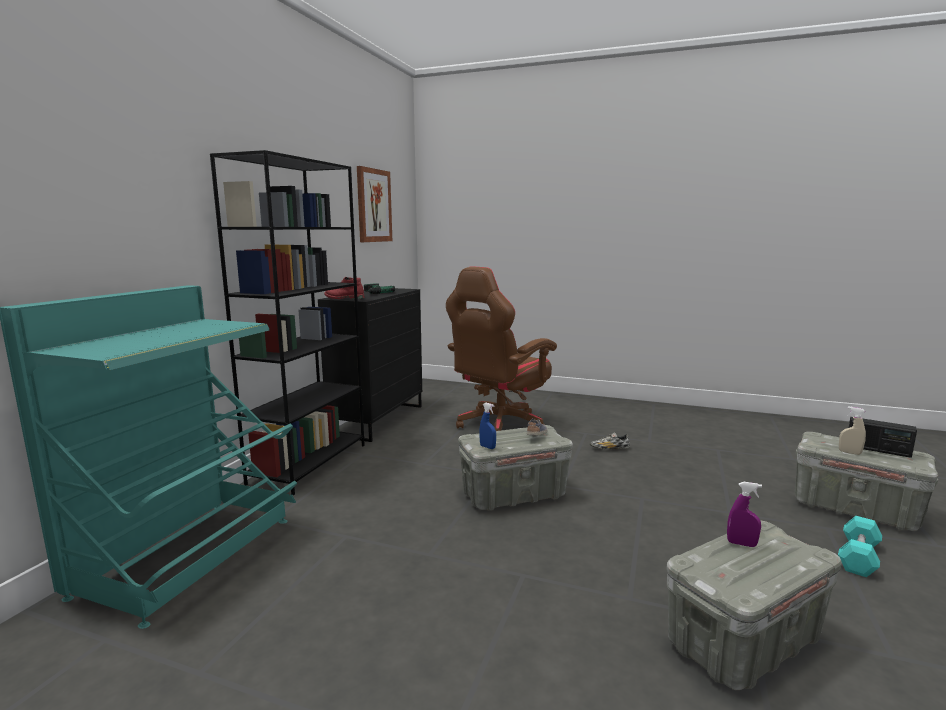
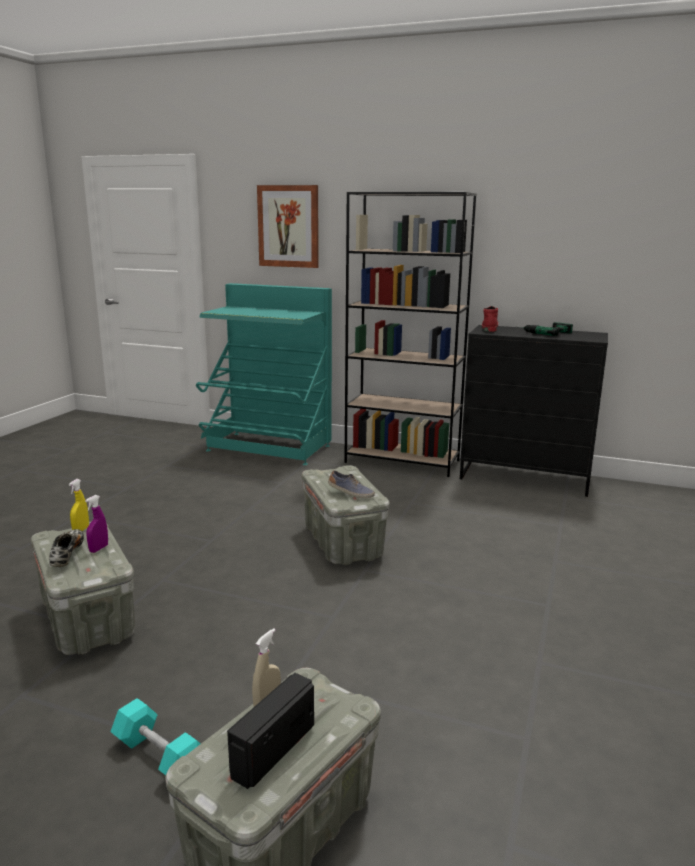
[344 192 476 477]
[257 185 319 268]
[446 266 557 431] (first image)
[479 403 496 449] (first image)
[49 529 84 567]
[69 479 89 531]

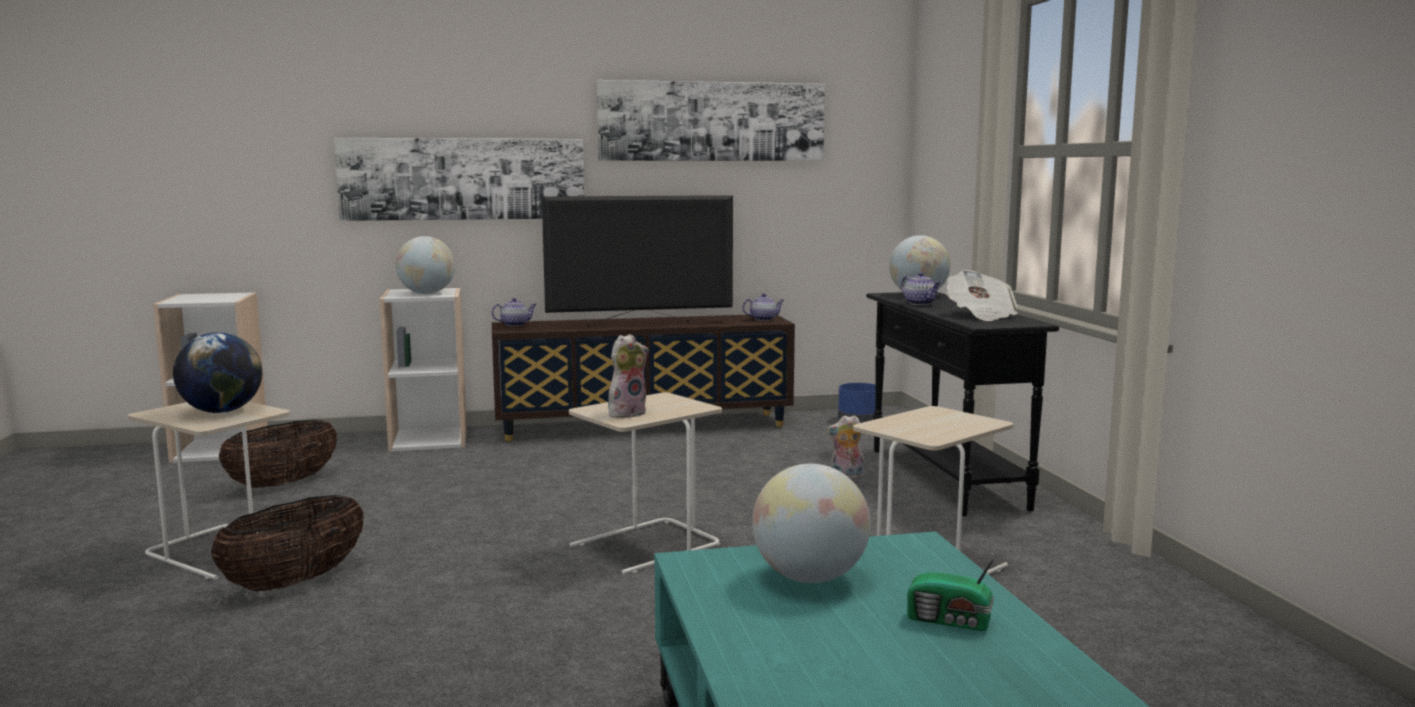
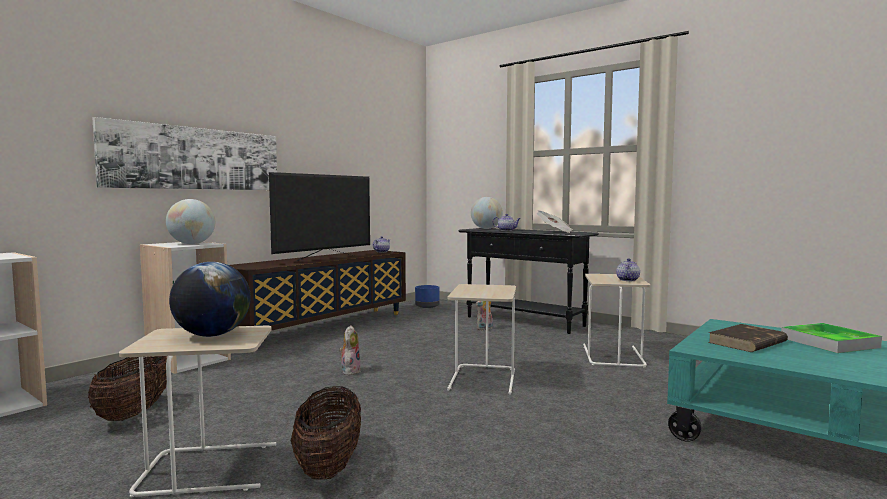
[616 258 640 281]
[597 80 825 161] (first image)
[339 326 361 375]
[708 324 788 352]
[781 323 882 353]

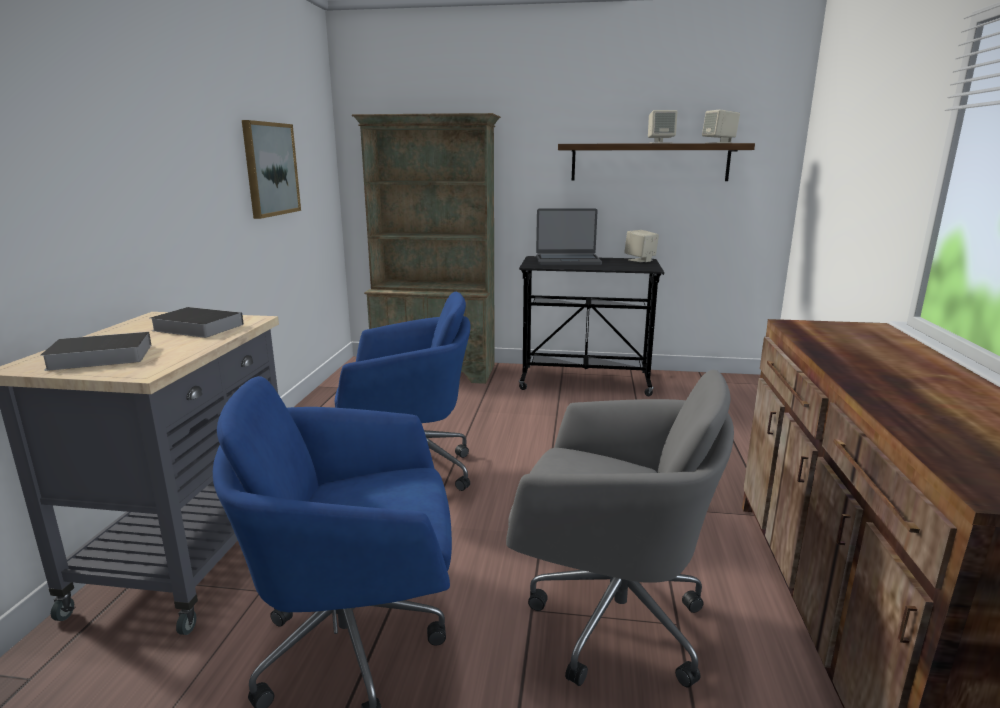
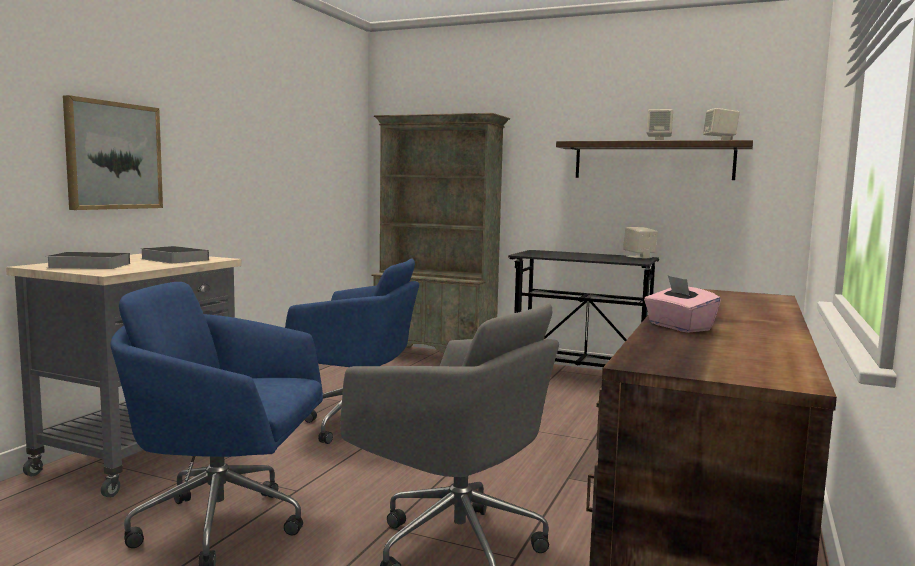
[63 95 163 210]
[536 208 602 265] (first image)
[644 275 721 333]

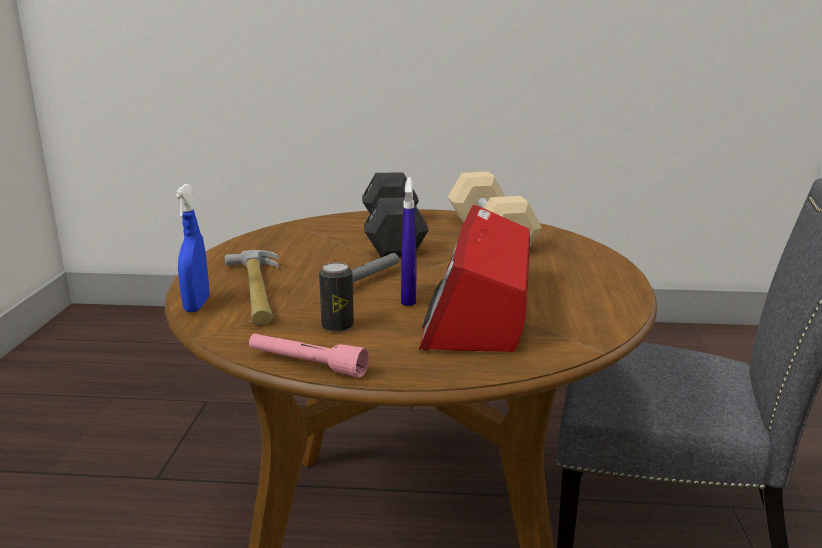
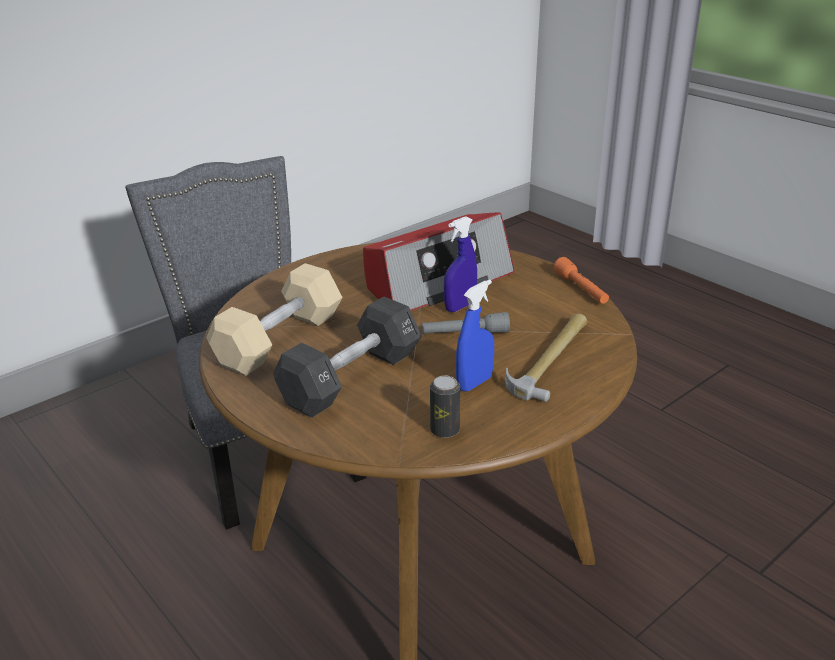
[456 279 494 392]
[553 257 609 303]
[430 376 460 438]

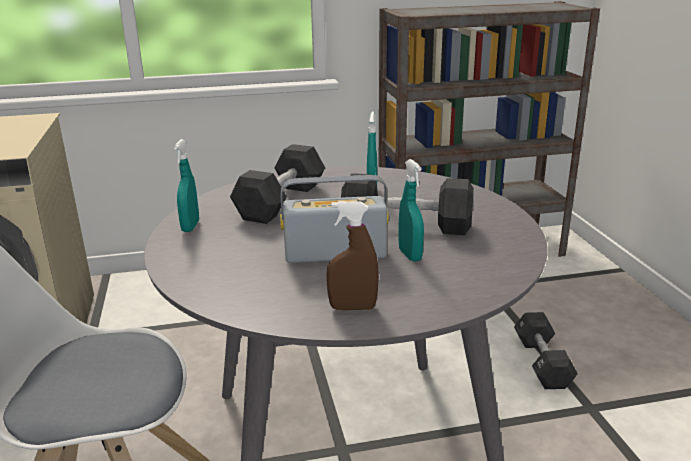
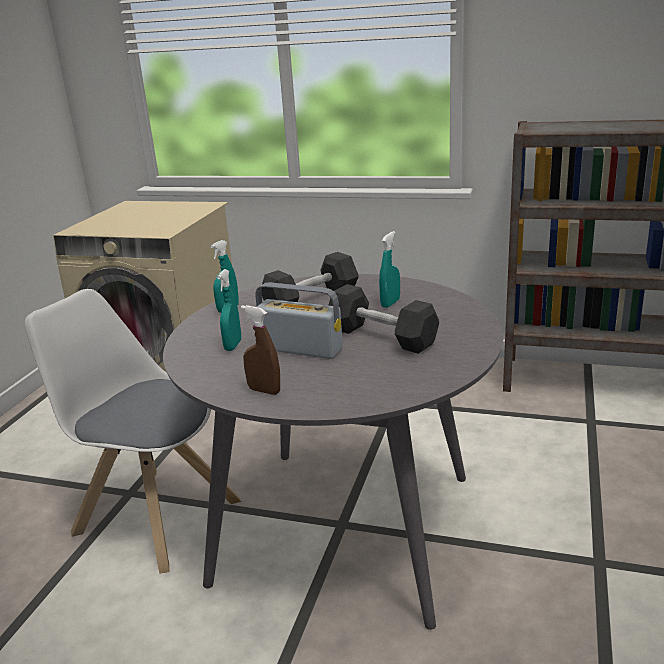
[217 269 241 351]
[514 312 578 389] (first image)

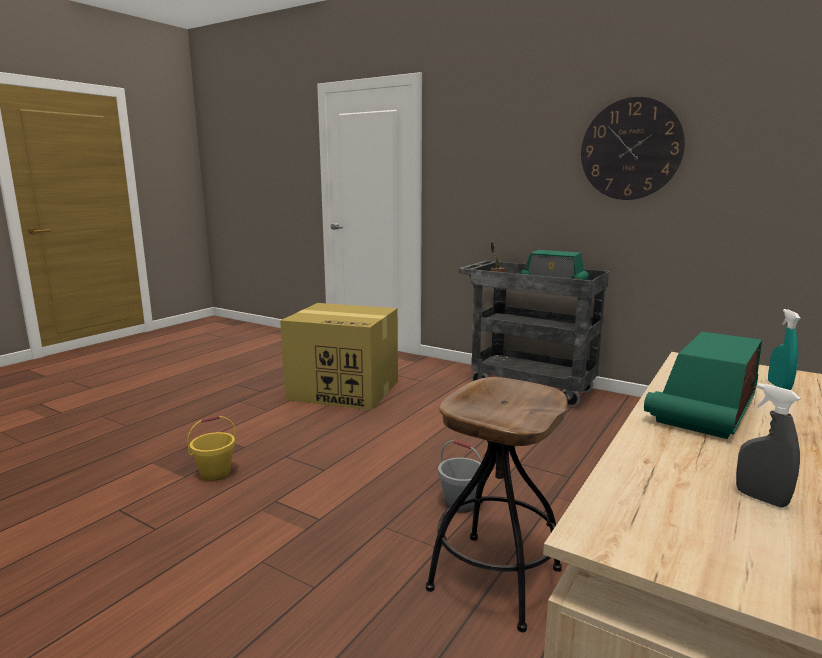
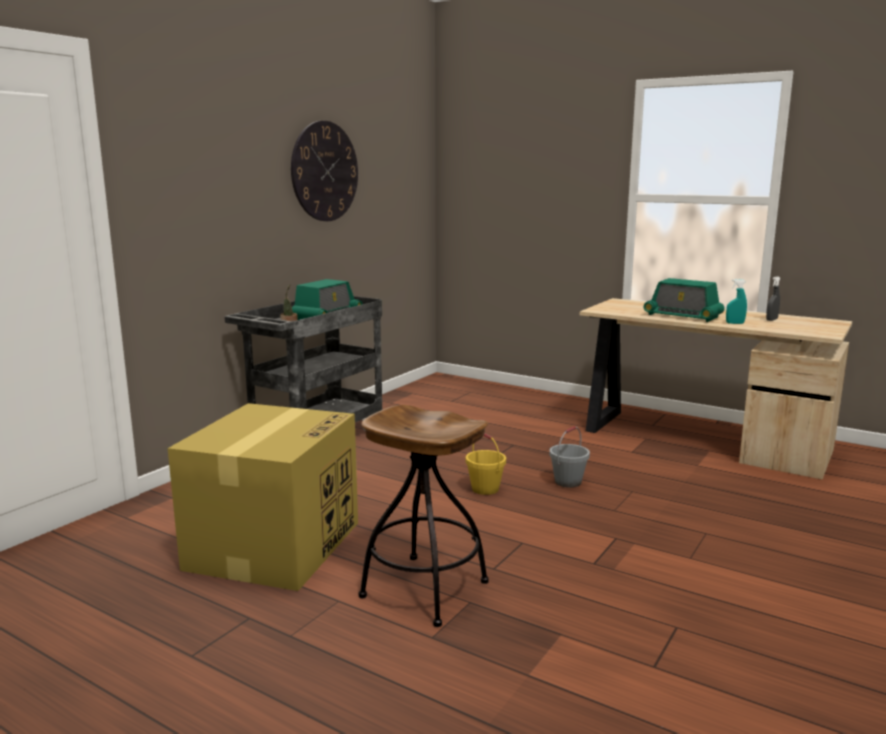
[466 433 506 495]
[359 405 489 627]
[726 279 747 324]

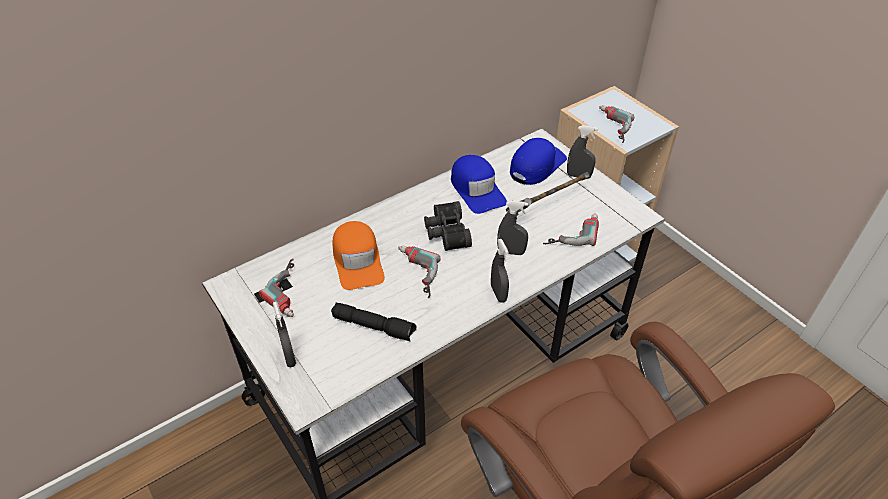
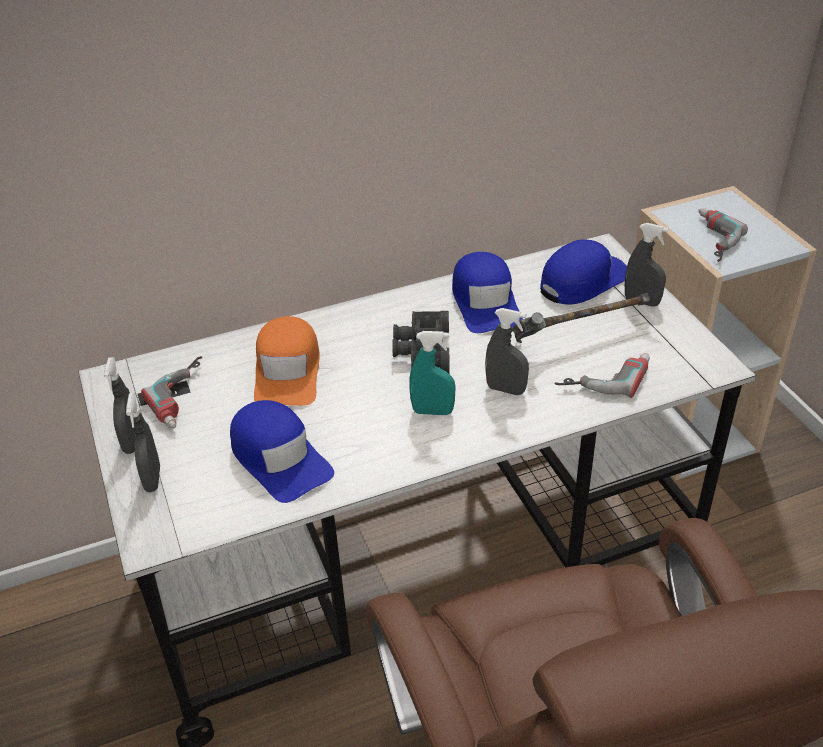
[230 400 334 503]
[398 246 441 298] (first image)
[104 357 135 454]
[409 331 455 415]

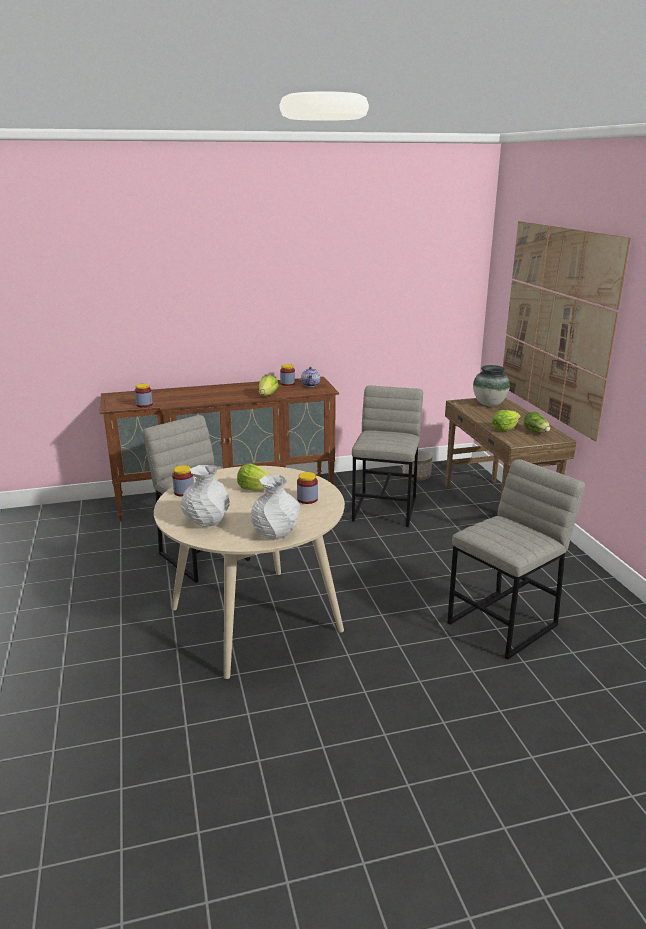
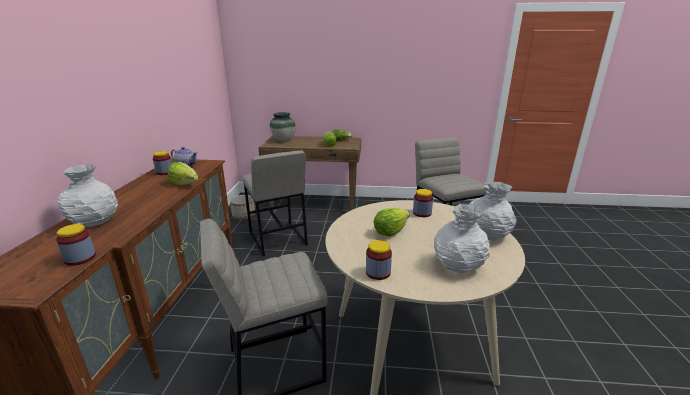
[242 150 308 256]
[503 221 631 441] (first image)
[58 164 118 227]

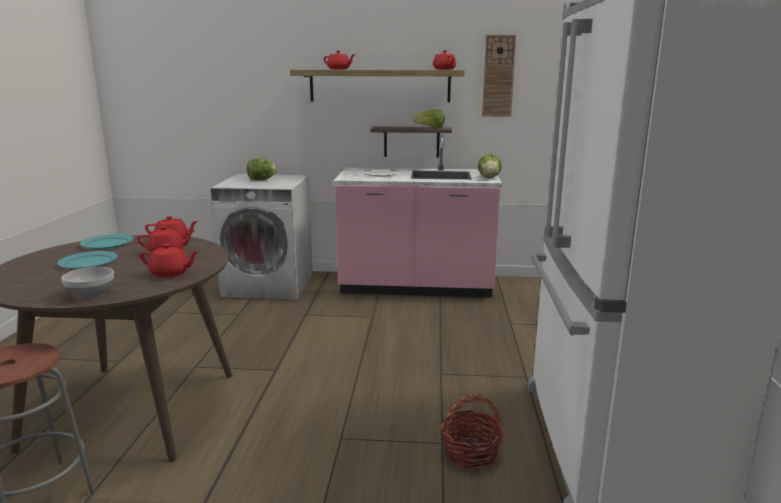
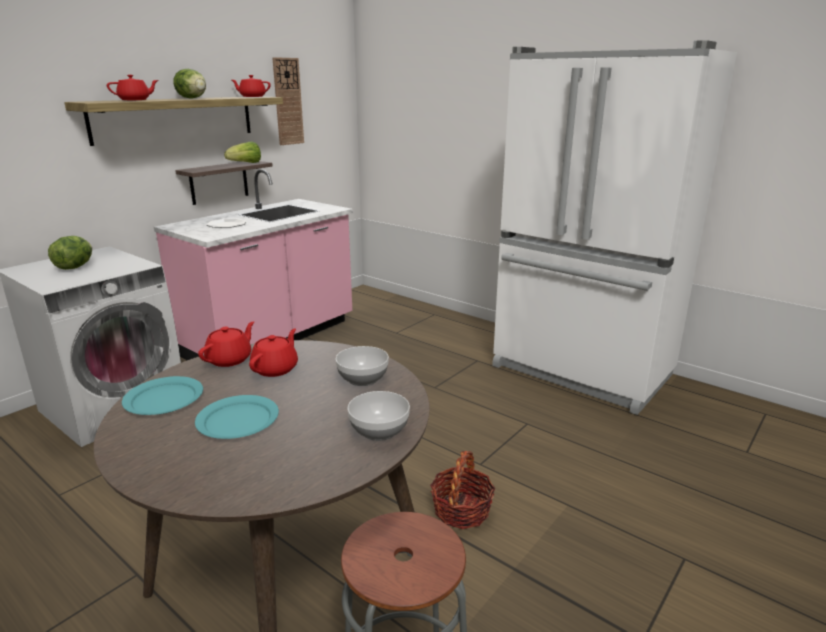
[336 346 389 386]
[430 451 496 529]
[173 69 206 99]

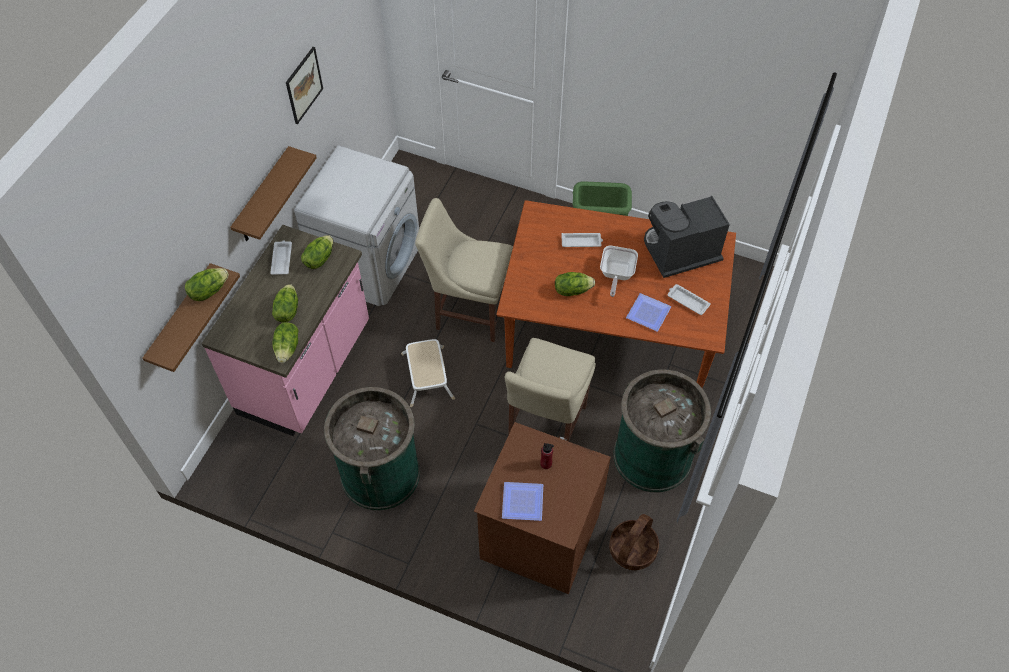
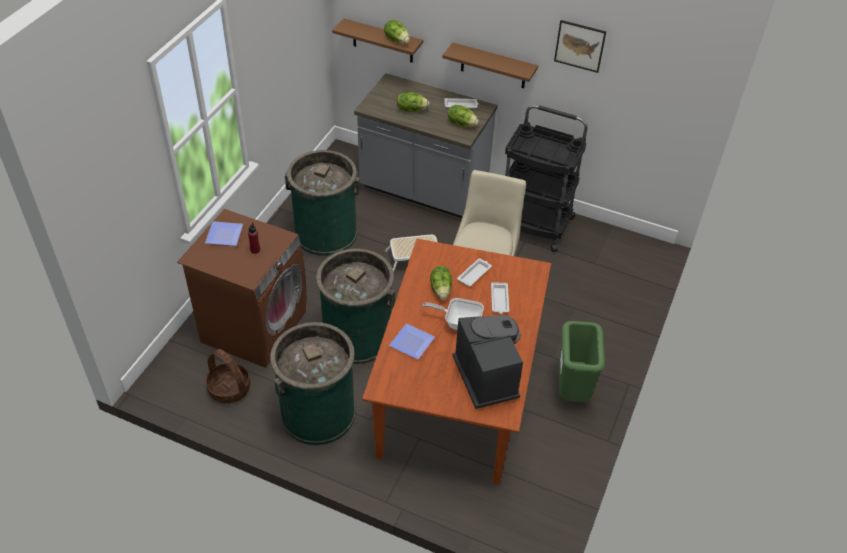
[354 73 497 218]
[272 322 299 363] (first image)
[505 105 588 252]
[316 249 395 364]
[457 258 492 287]

